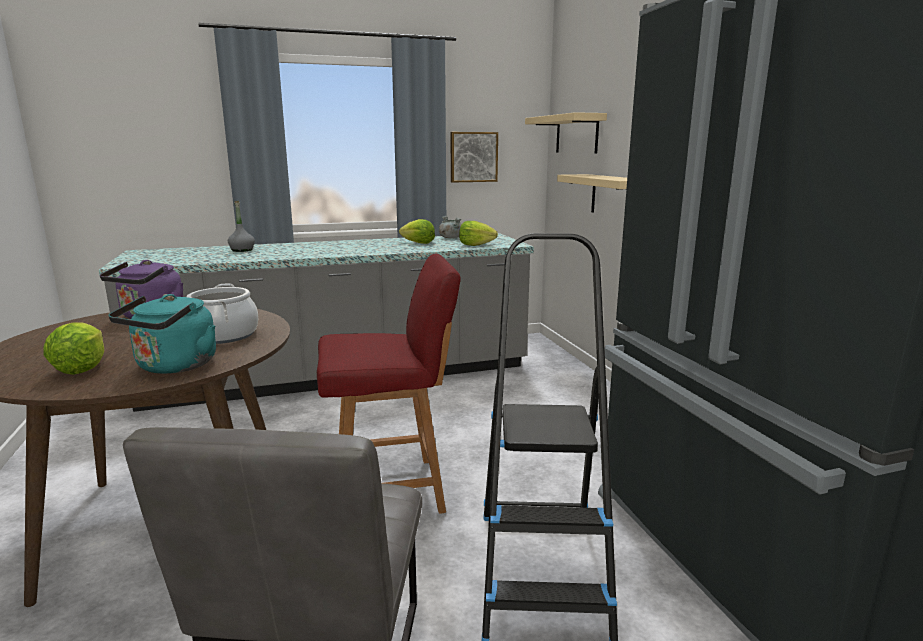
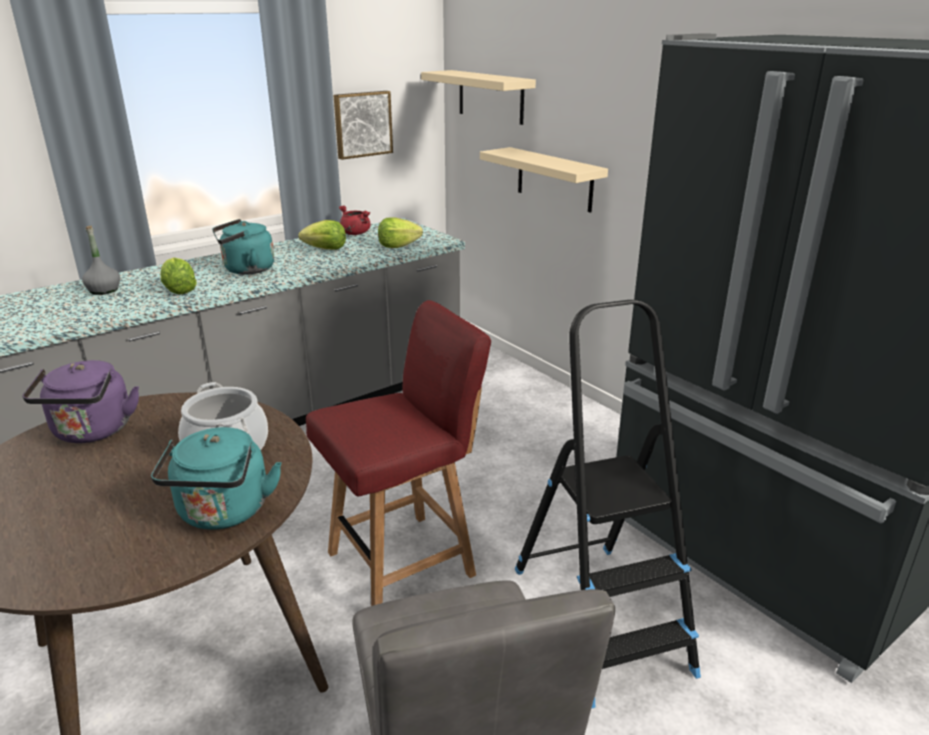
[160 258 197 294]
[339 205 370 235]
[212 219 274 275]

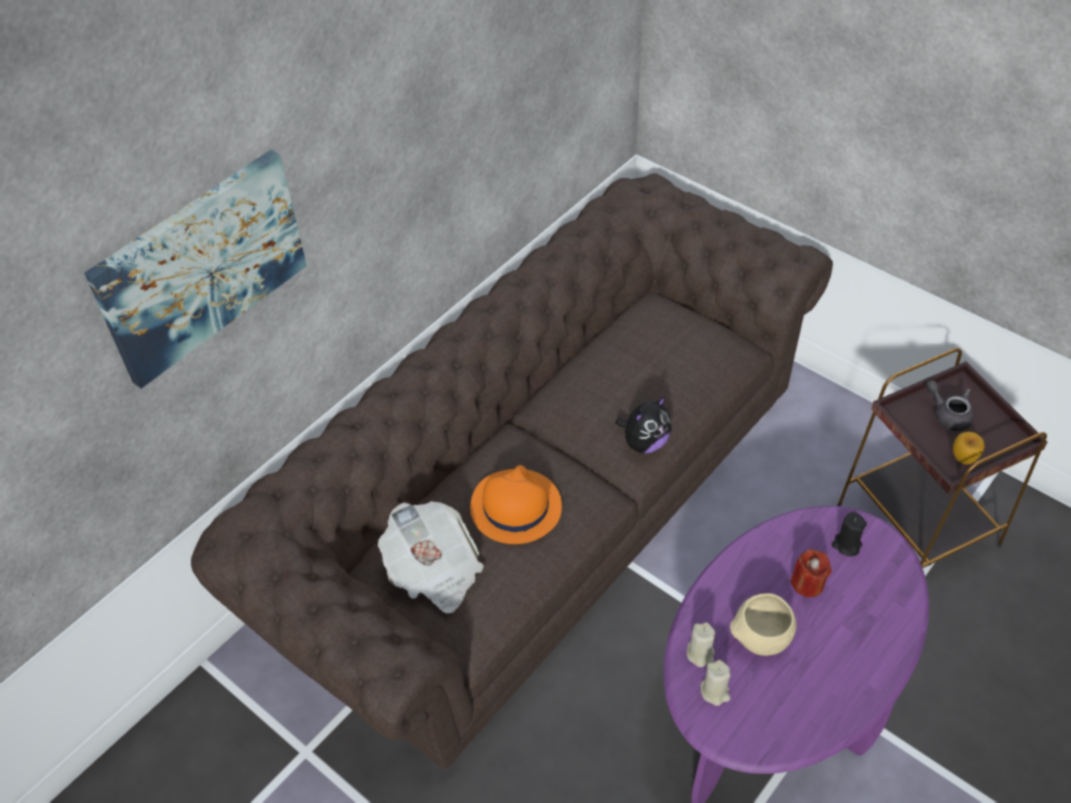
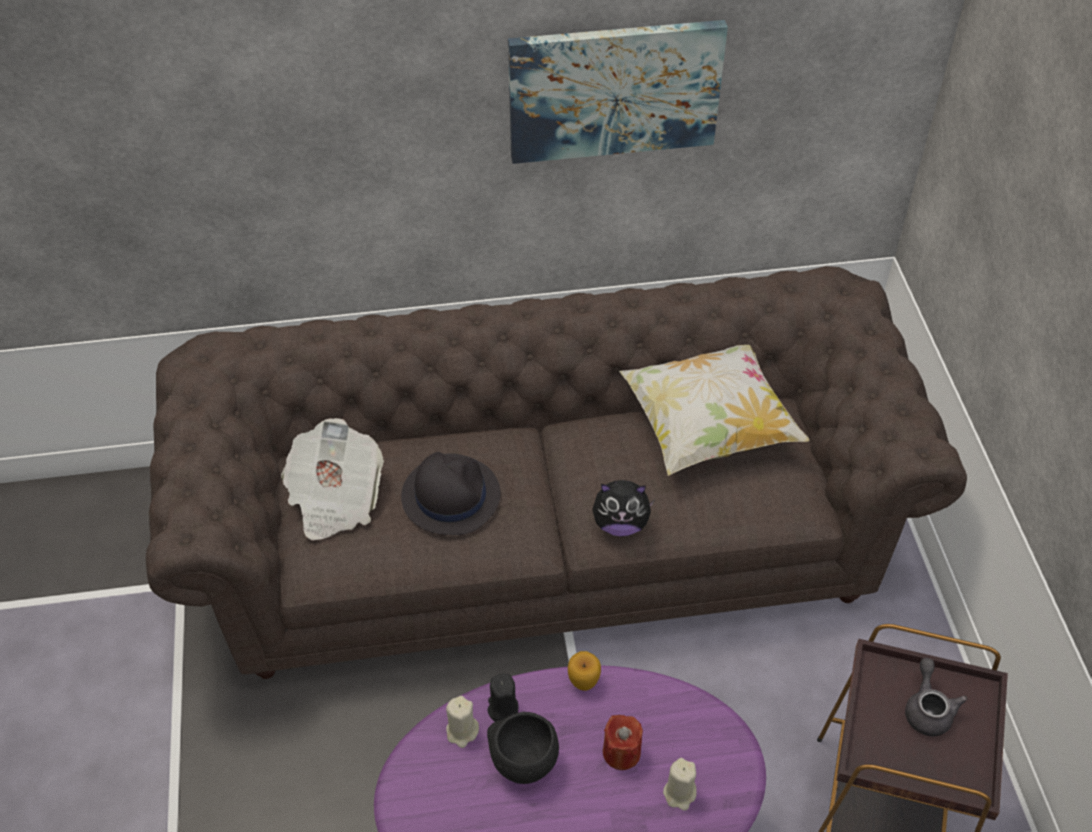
[508 20 728 164]
[401 452 500 535]
[663 758 697 811]
[487 712 559 784]
[488 673 518 722]
[568 651 601 691]
[619 345 809 476]

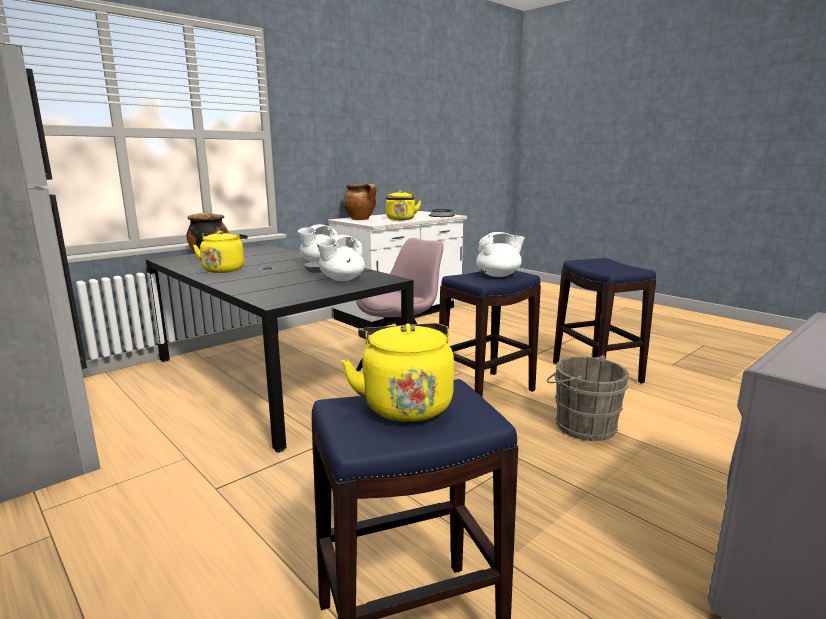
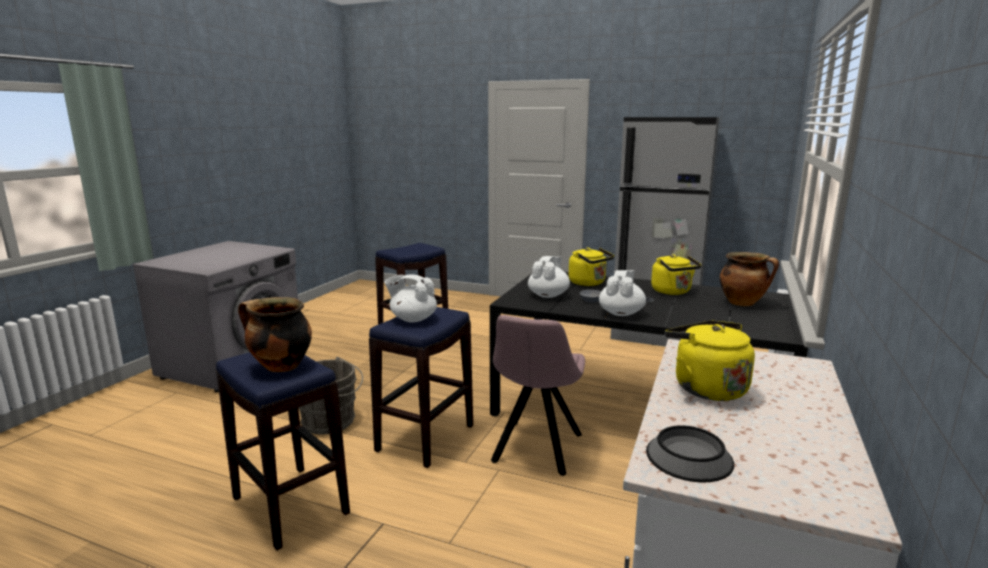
[569 248 614 286]
[238 297 312 372]
[384 274 437 322]

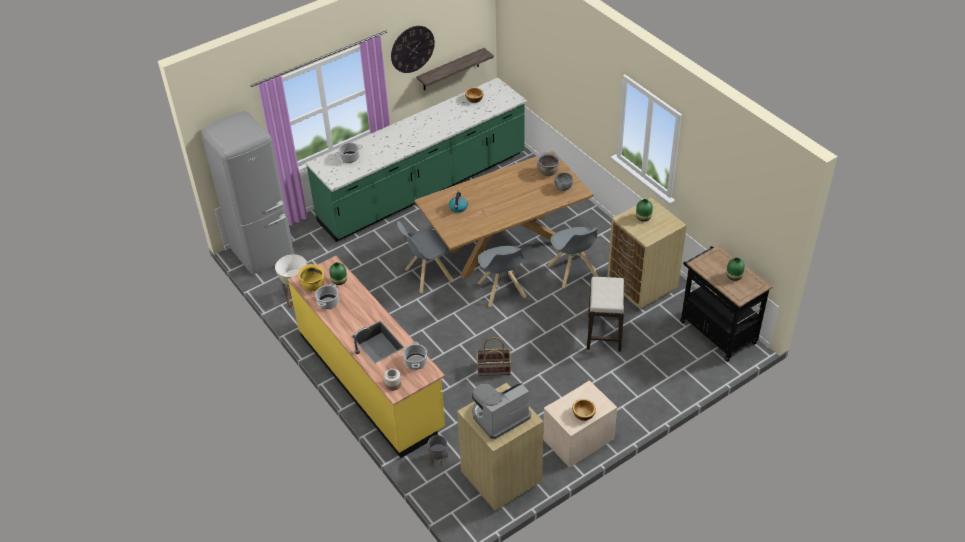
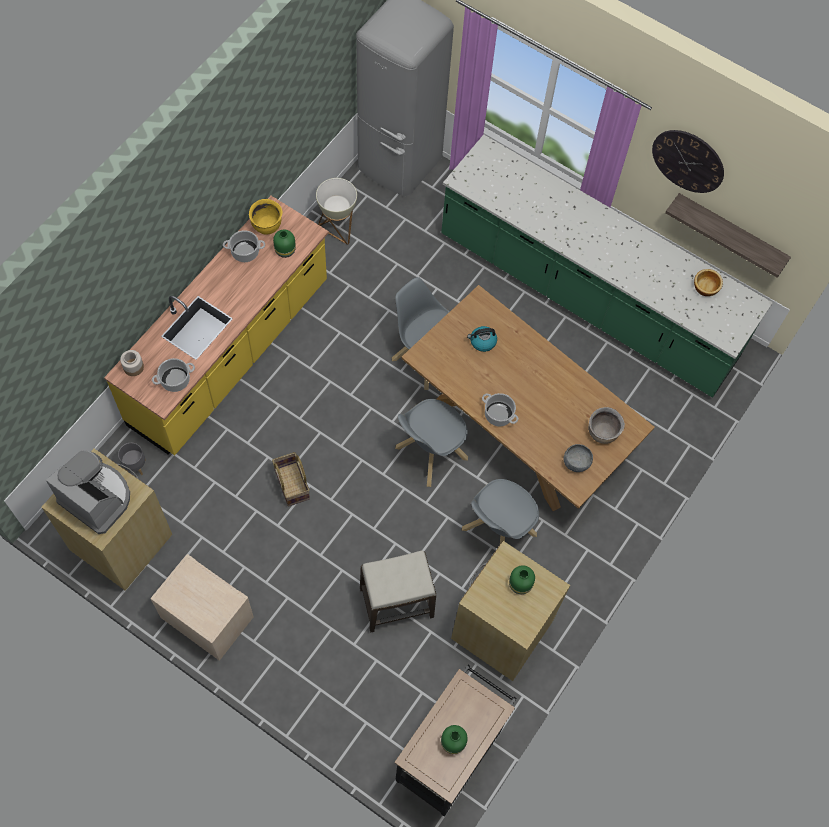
[482 393 519 427]
[572 399 596 421] (first image)

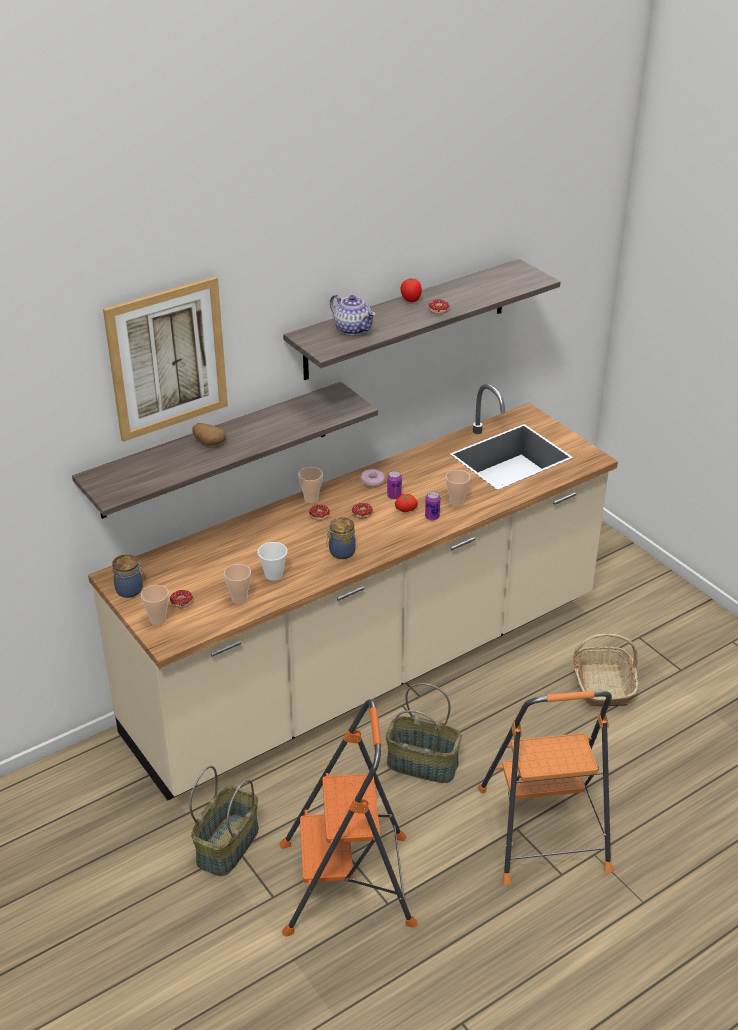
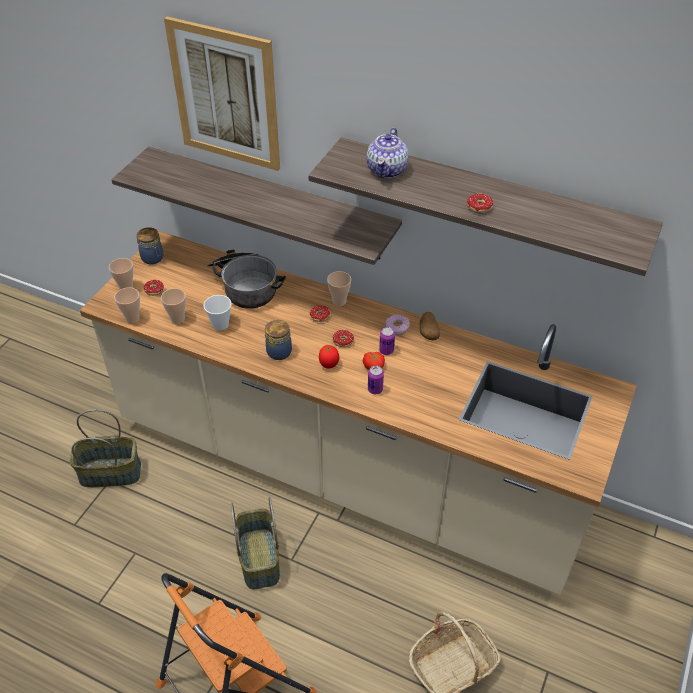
[420 312 440 340]
[280 699 417 936] (first image)
[319 345 339 369]
[114 287 140 323]
[207 250 286 309]

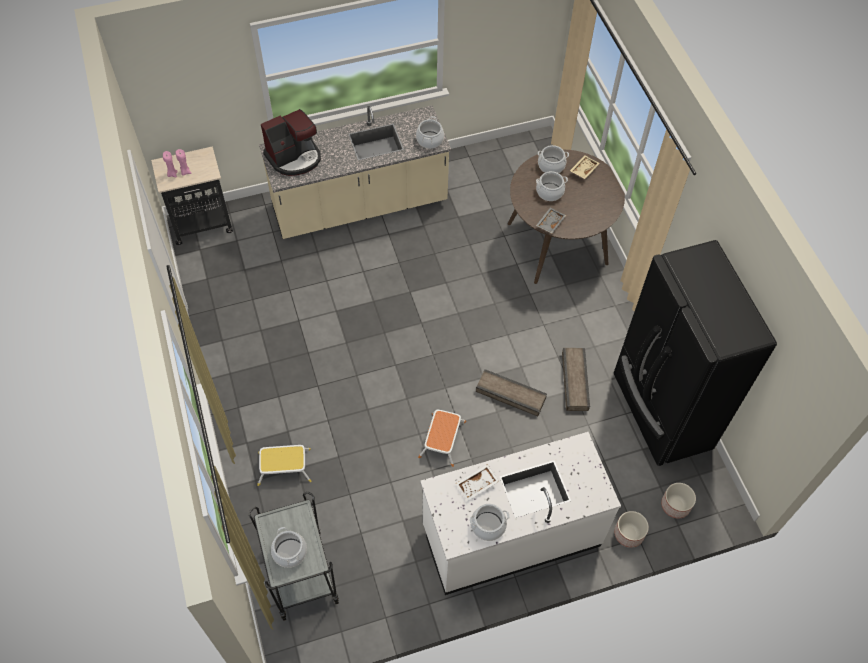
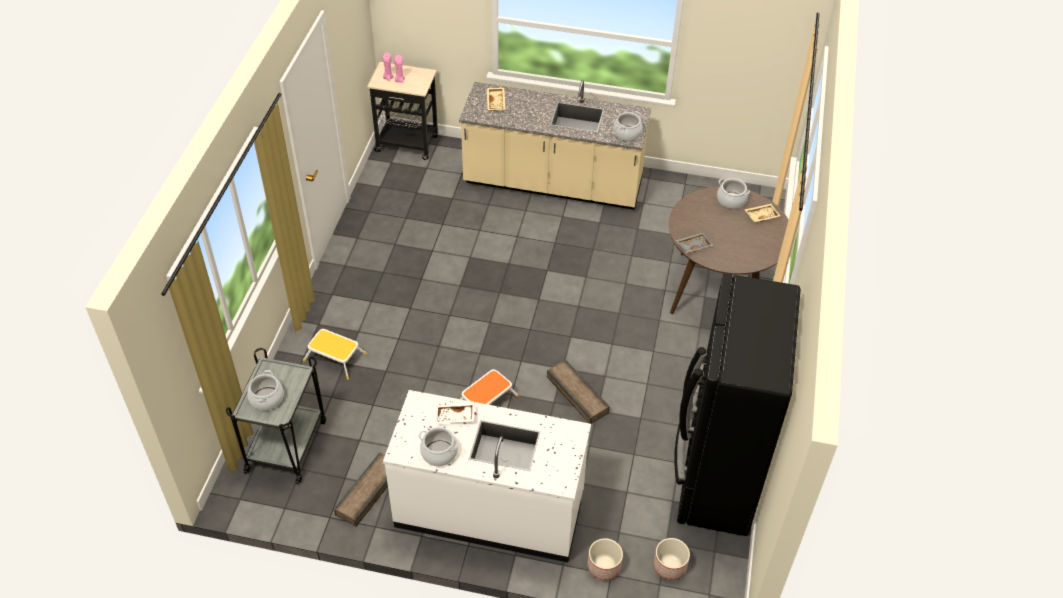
[487 88 506 111]
[536 171 568 201] (first image)
[334 452 388 527]

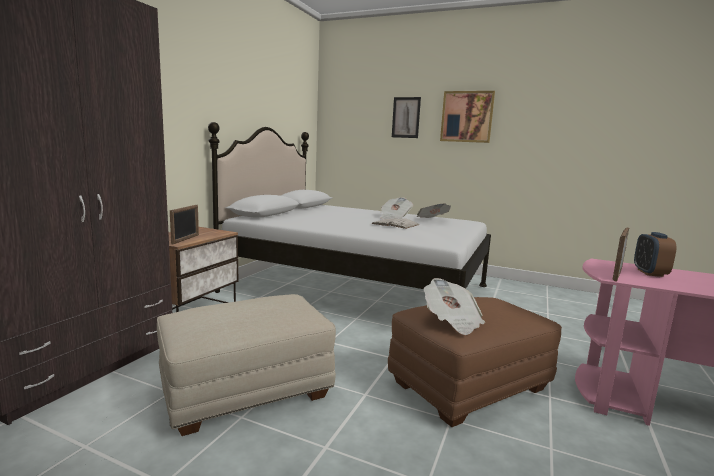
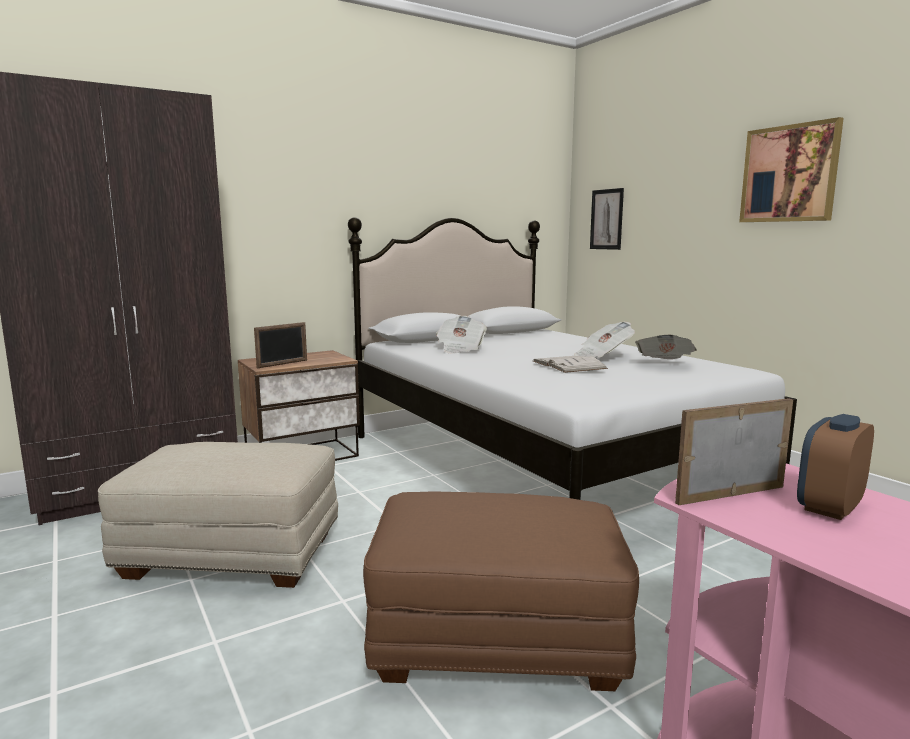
[590 188 624 250]
[436 316 487 354]

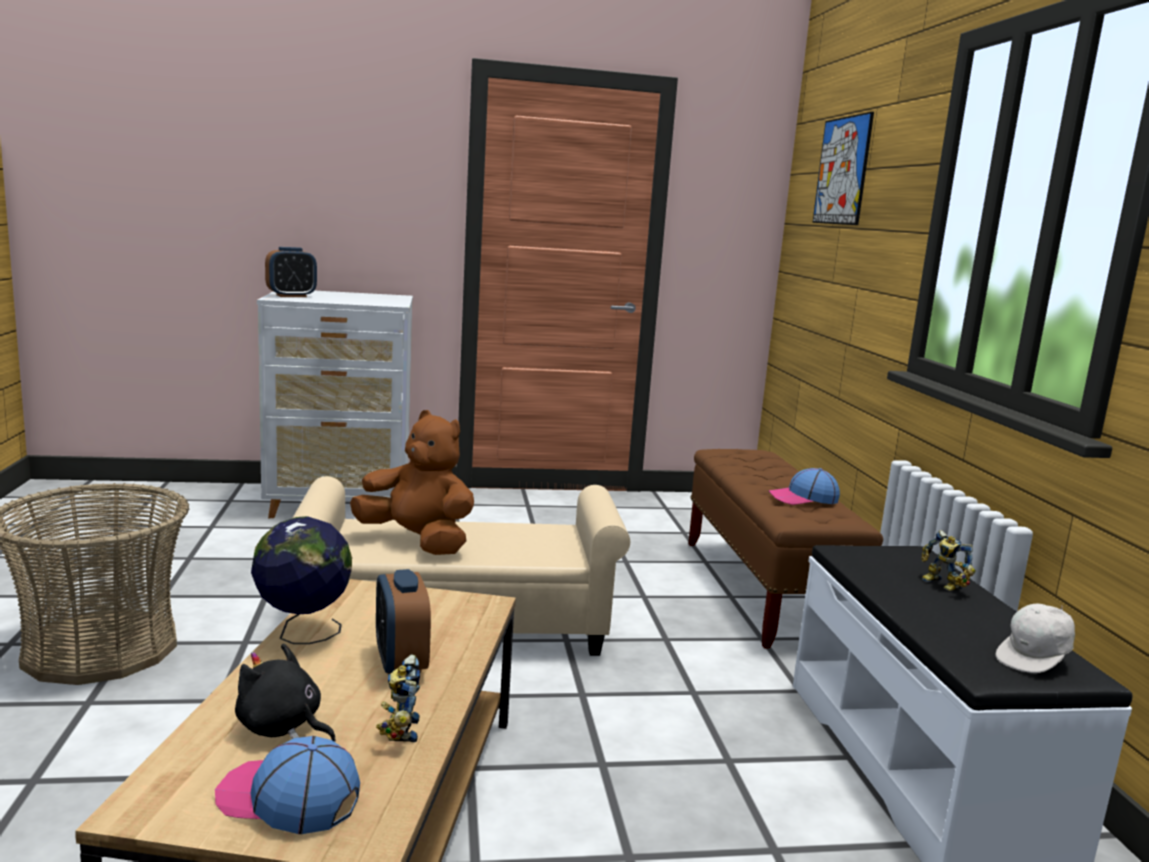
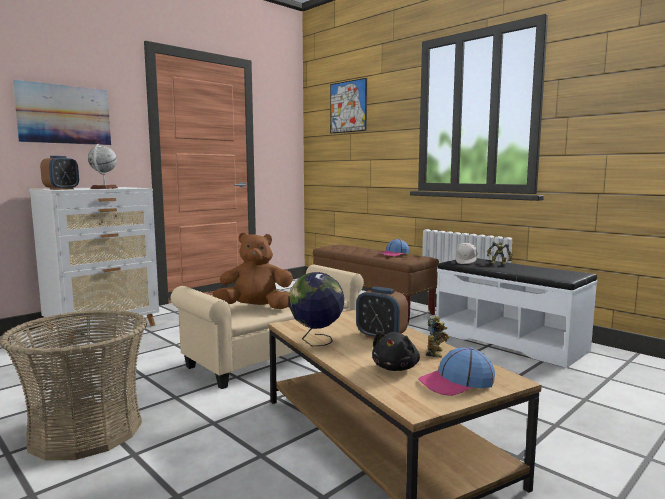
[372 331 420 371]
[426 316 449 358]
[456 243 478 264]
[13 80 111 145]
[88 144 118 189]

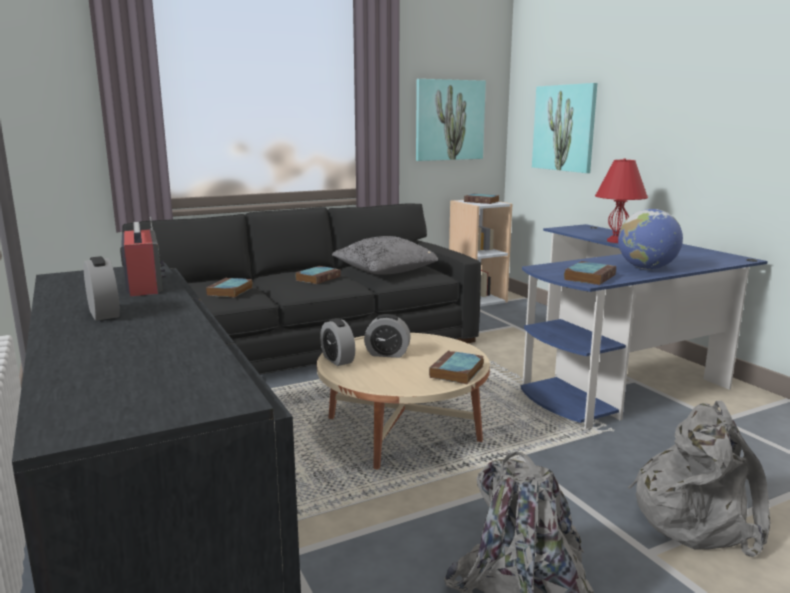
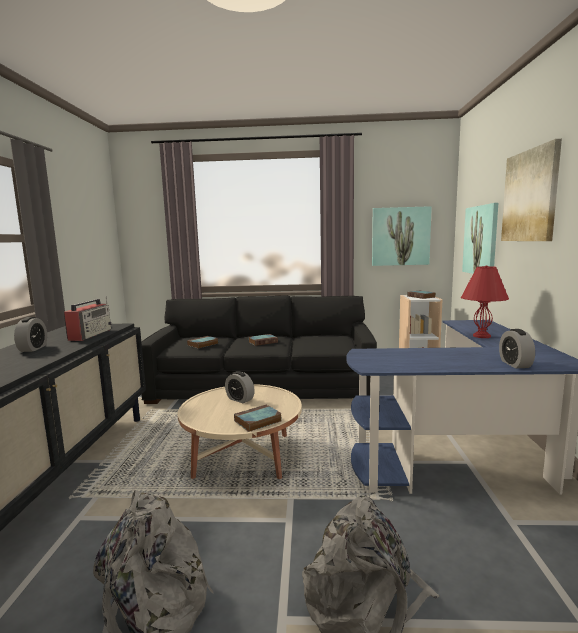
[499 329 535 368]
[332 236 438 275] (first image)
[564 261 616 285] (first image)
[618 209 683 270] (first image)
[501 139 562 241]

